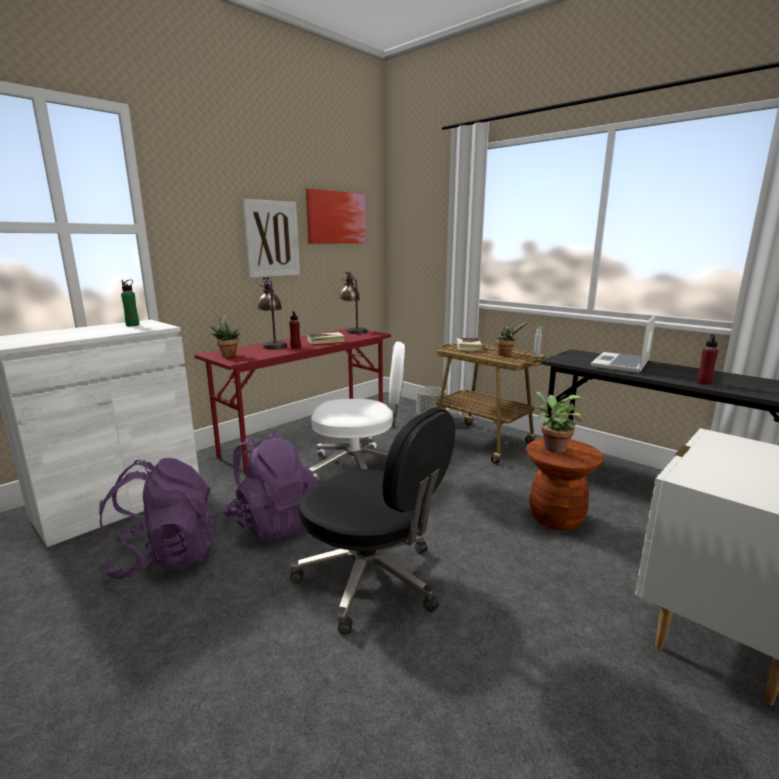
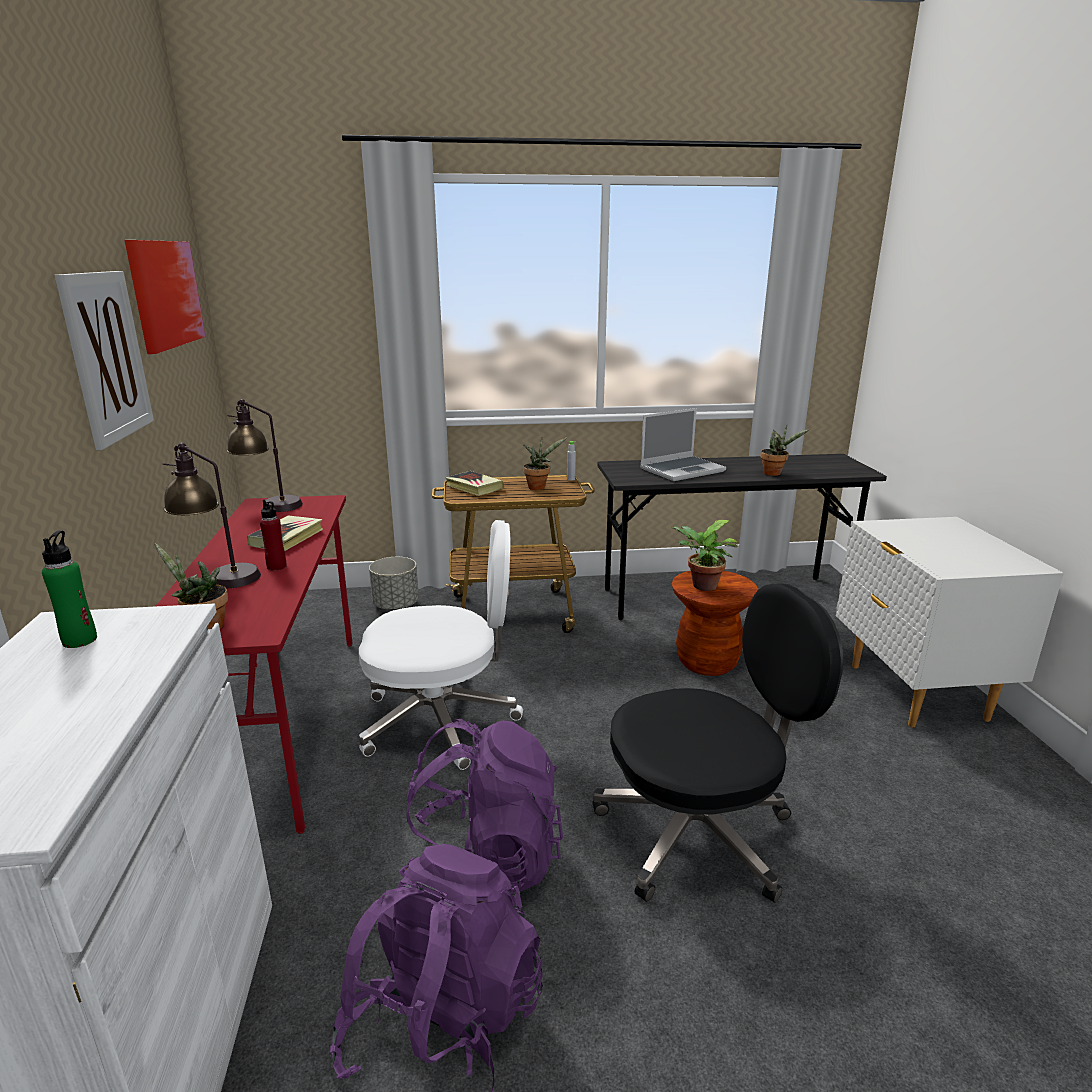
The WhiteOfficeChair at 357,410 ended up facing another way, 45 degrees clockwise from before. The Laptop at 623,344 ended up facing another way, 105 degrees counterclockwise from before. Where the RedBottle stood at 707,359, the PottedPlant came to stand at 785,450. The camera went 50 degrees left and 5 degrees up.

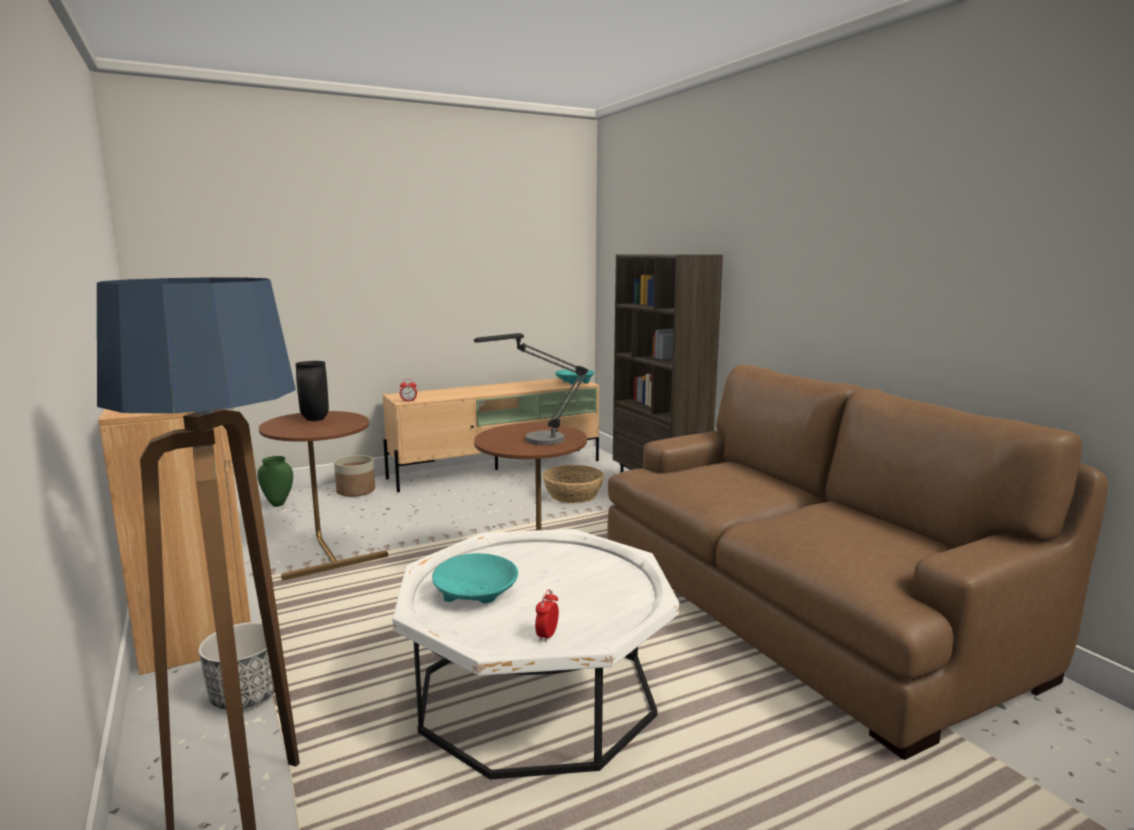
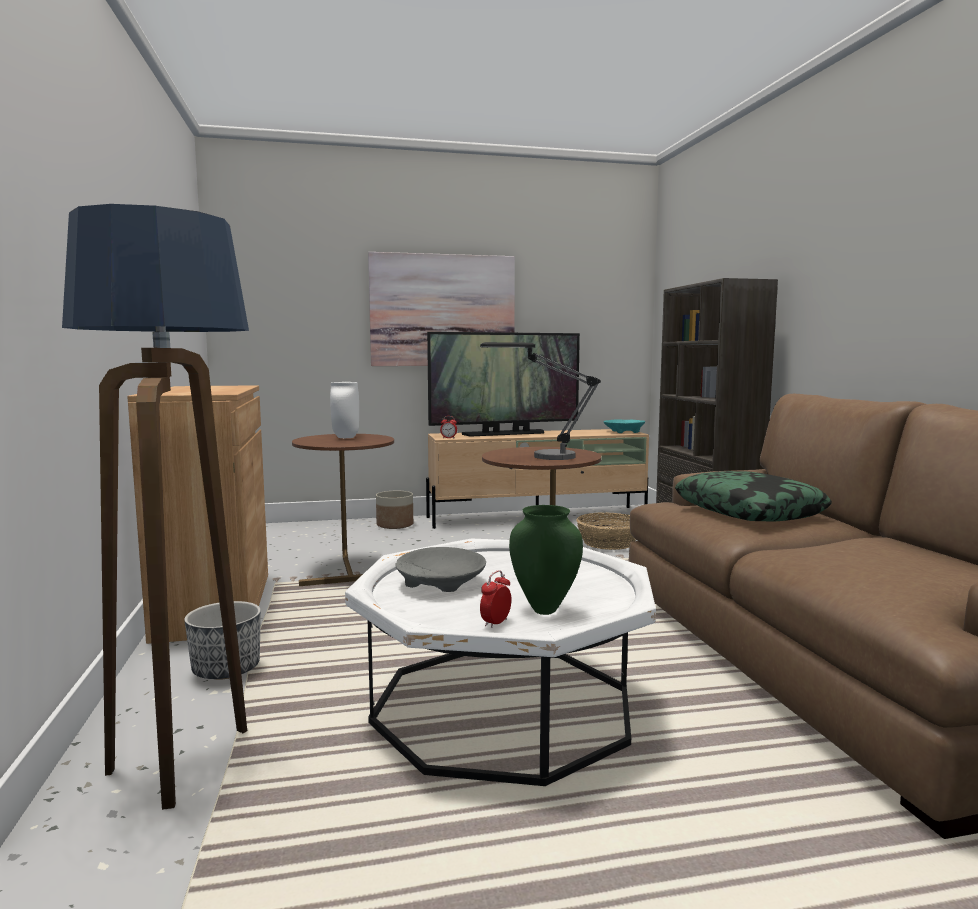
What was the BlackVase at 312,391 turned into the WhiteVase at 344,410. The second view gained the Picture at 441,309. What was the TurquoiseBowl at 475,578 turned into the GreyBowl at 440,569. The second view gained the Television at 503,384. The GreenVase ended up elsewhere, having gone from 275,481 to 546,560. The second view gained the Pillow at 753,496. The camera went 15 degrees right and 5 degrees down.

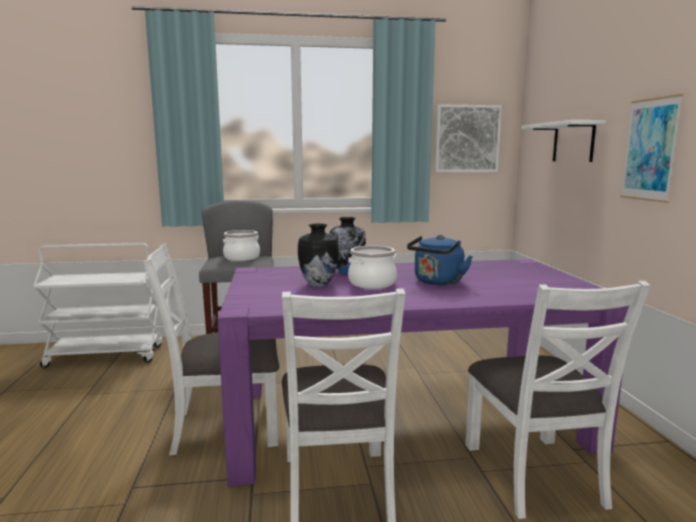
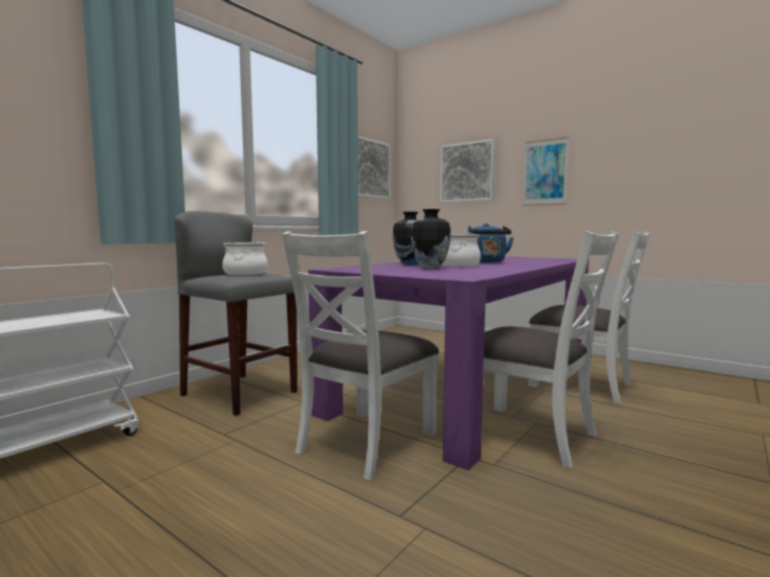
Where the WhiteShelf hung at 563,141, the Picture came to hang at 467,171. The camera went 45 degrees left and 5 degrees down.

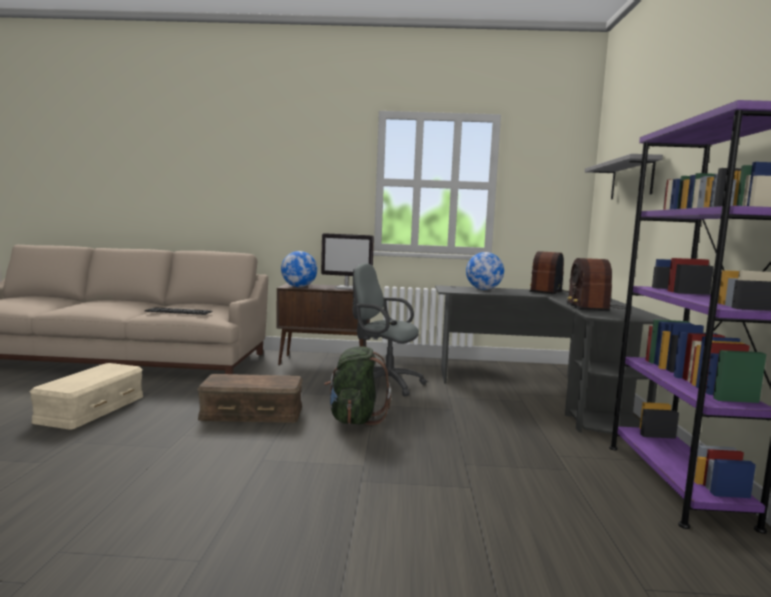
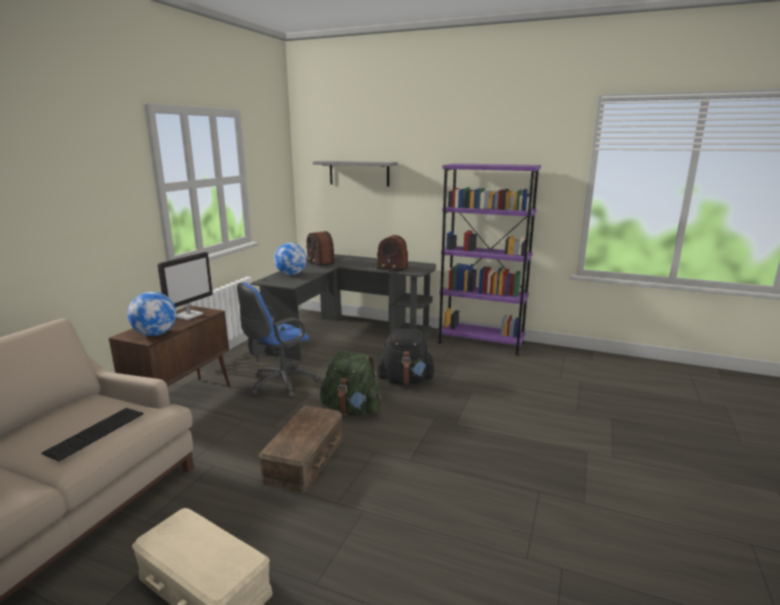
What was the GreyOfficeChair at 389,329 turned into the BlueOfficeChair at 278,340. The second view gained the BlackBackpack at 406,357. The camera went 70 degrees left and 10 degrees up.

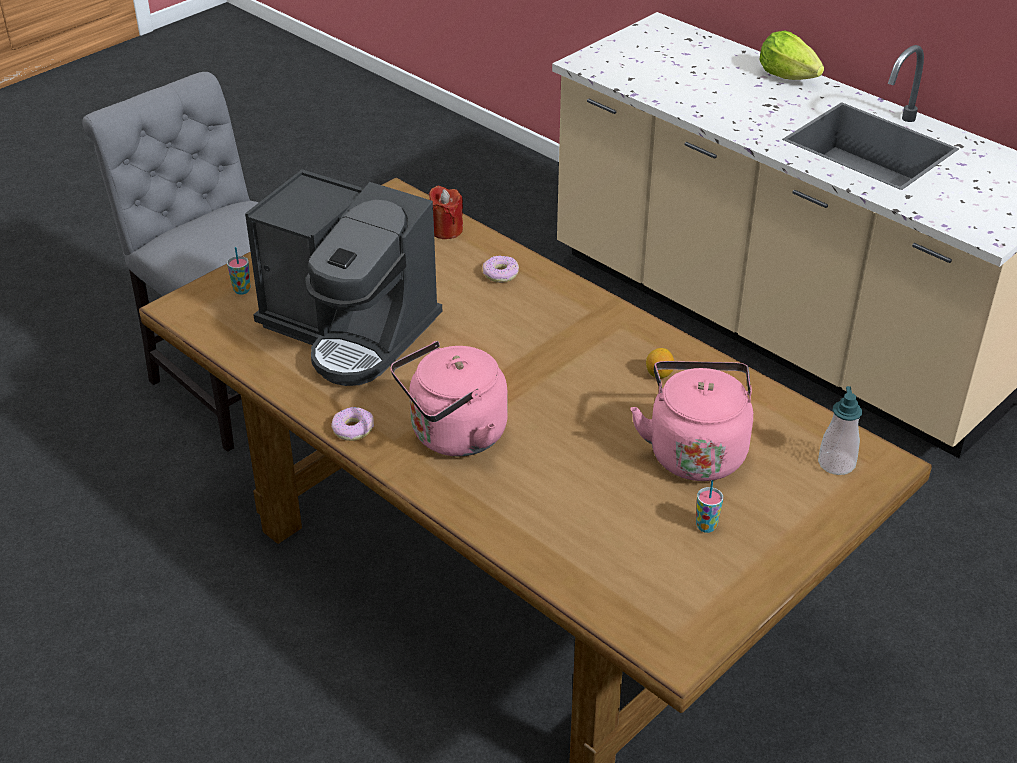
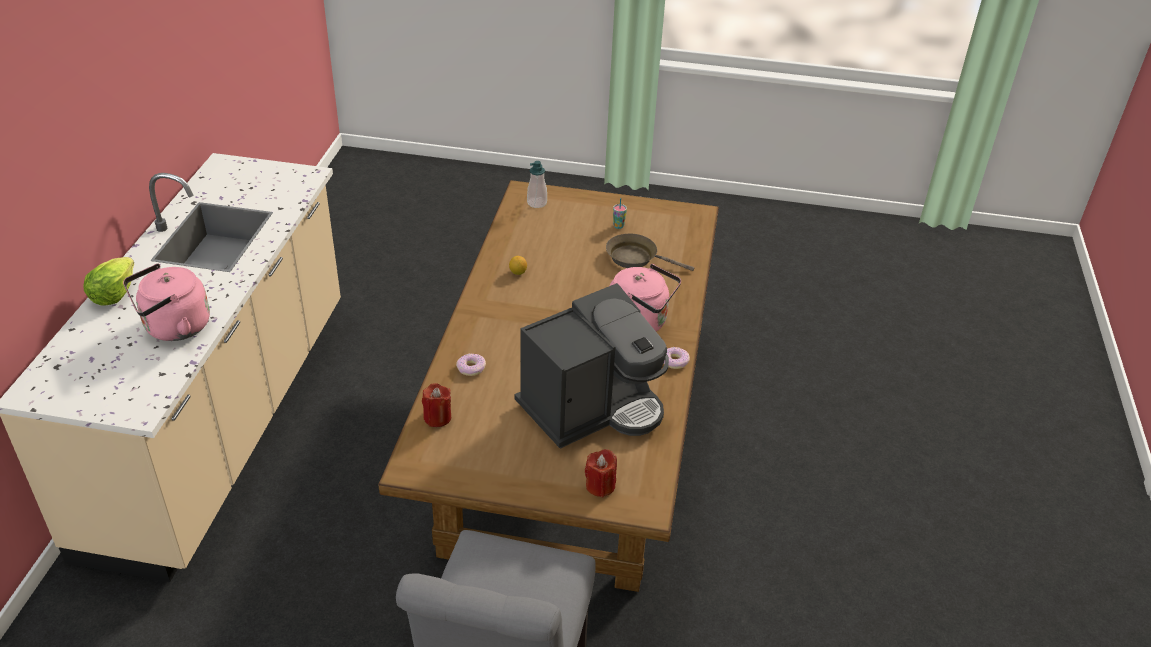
The PinkKettle ended up elsewhere, having gone from 692,421 to 166,302. The CoffeeMachine at 343,277 ended up facing another way, 60 degrees clockwise from before. Where the Cup stood at 239,271, the RedCandle came to stand at 601,473. The second view gained the BrownFryingPan at 650,252. The camera went 125 degrees left and 0 degrees up.

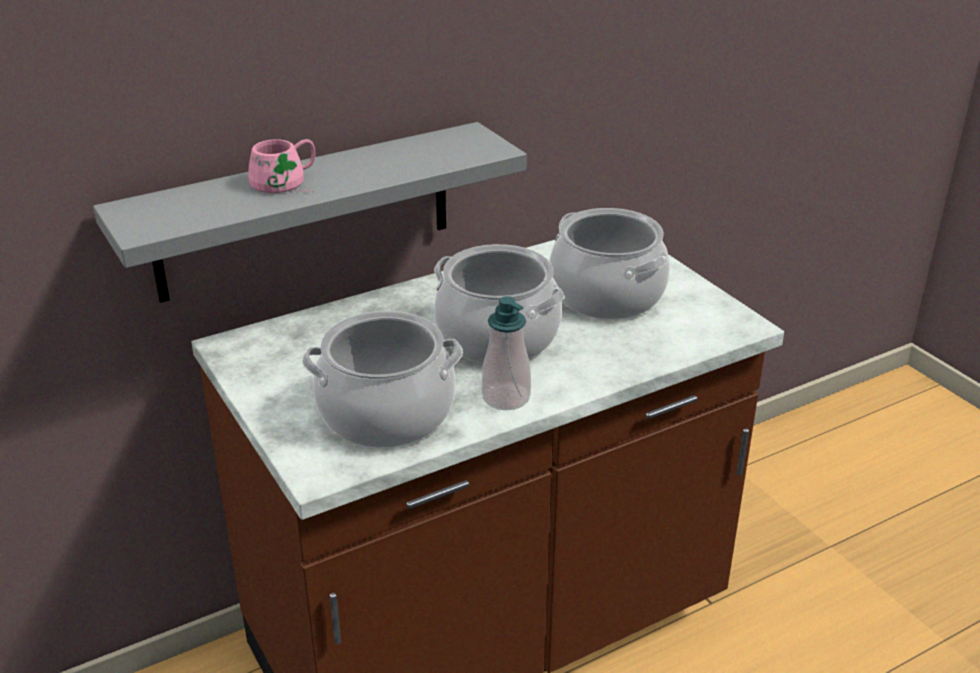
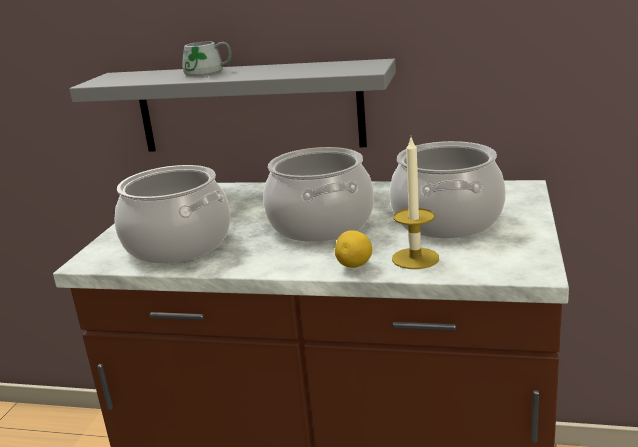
What was the PinkMug at 281,166 turned into the GreyMug at 207,59. The second view gained the Lemon at 353,249. The second view gained the Candle at 415,203. The second view lost the SoapDispenser at 506,353. The camera went 45 degrees right and 10 degrees down.

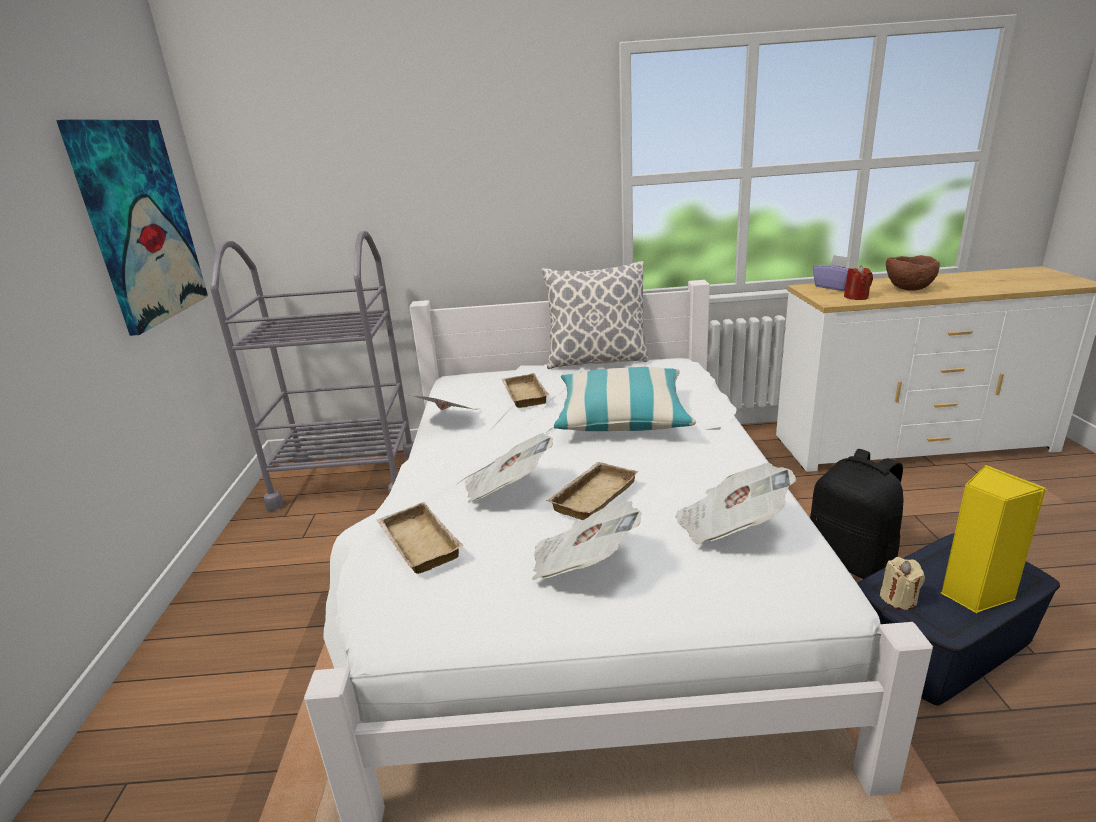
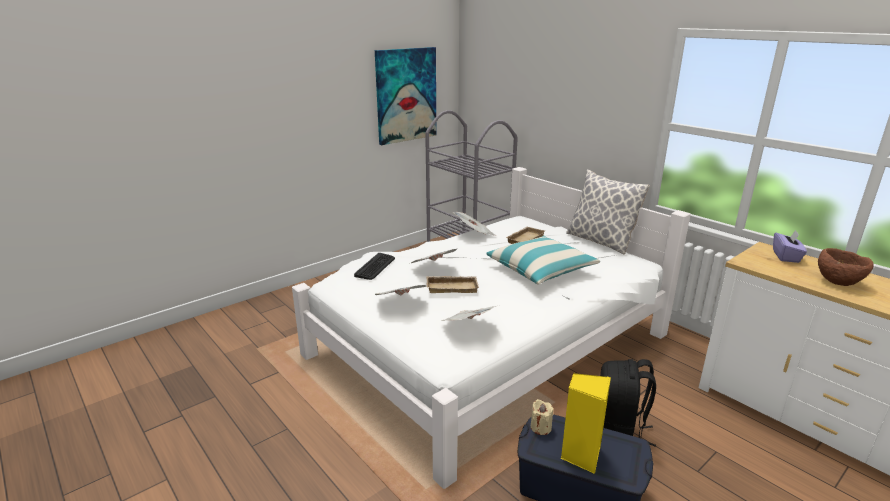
Where the BeigeTray stood at 419,538, the Keyboard came to stand at 374,266. The second view lost the RedCandle at 858,282. The camera went 50 degrees right and 0 degrees up.

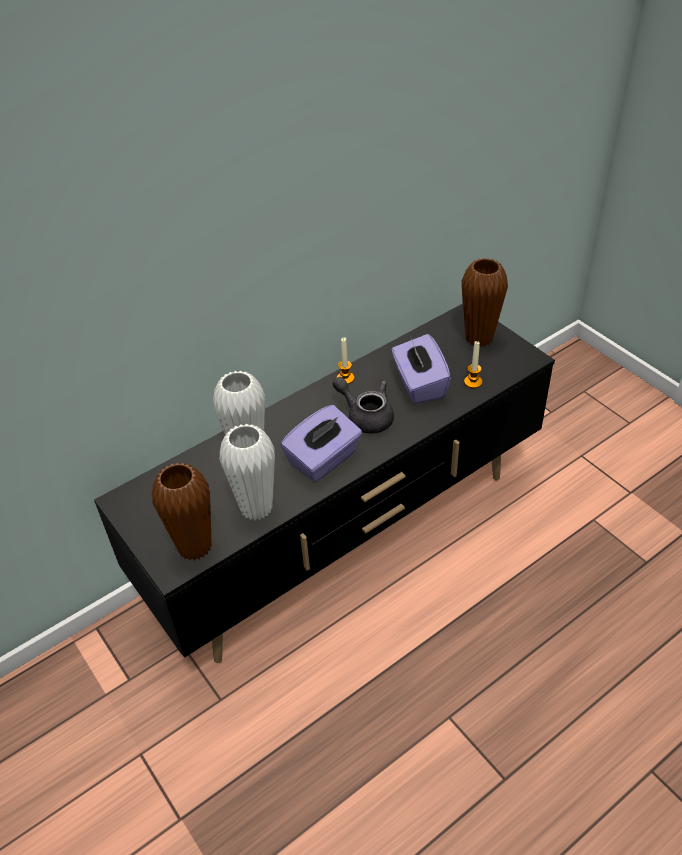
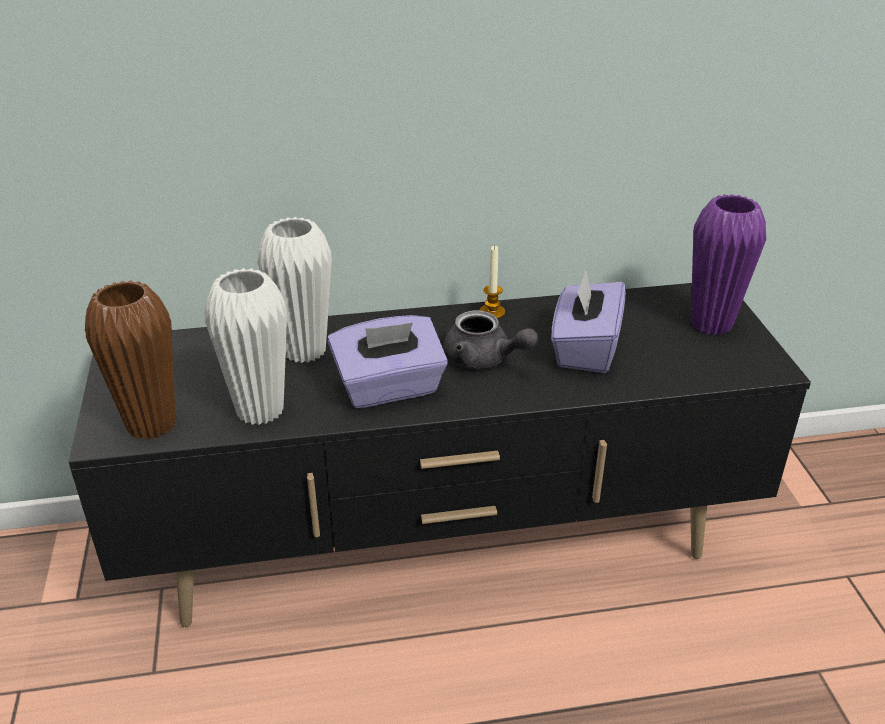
The GreyTeapot at 363,405 ended up facing another way, 150 degrees clockwise from before. What was the BrownVase at 485,302 turned into the PurpleVase at 728,264. The second view lost the Candle at 473,364. The camera went 25 degrees right and 10 degrees down.

